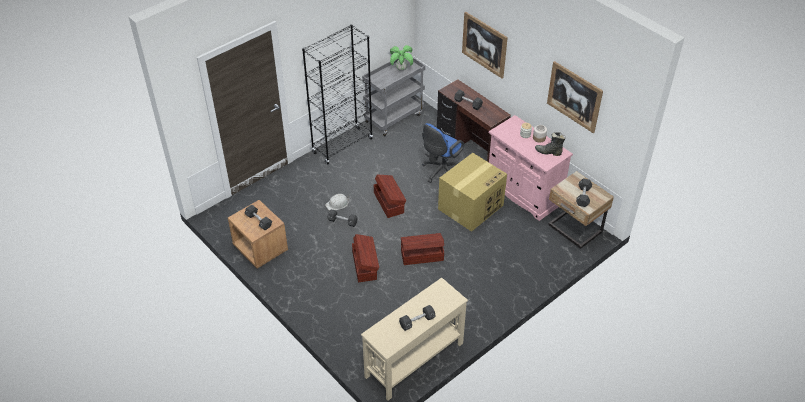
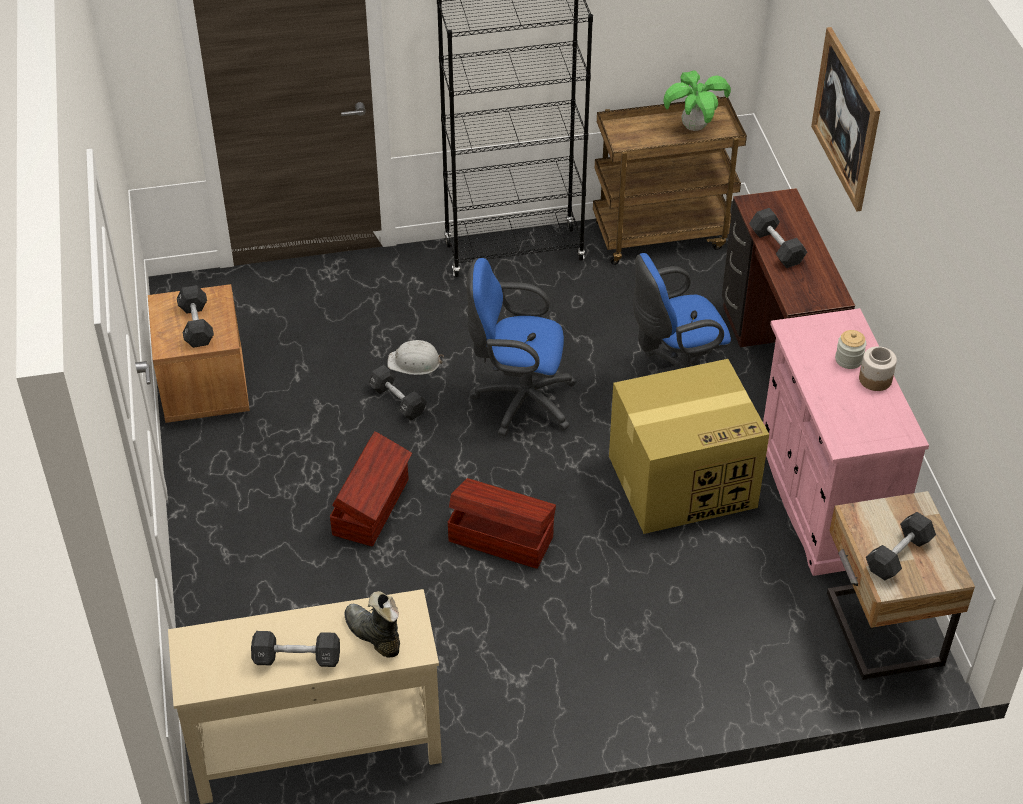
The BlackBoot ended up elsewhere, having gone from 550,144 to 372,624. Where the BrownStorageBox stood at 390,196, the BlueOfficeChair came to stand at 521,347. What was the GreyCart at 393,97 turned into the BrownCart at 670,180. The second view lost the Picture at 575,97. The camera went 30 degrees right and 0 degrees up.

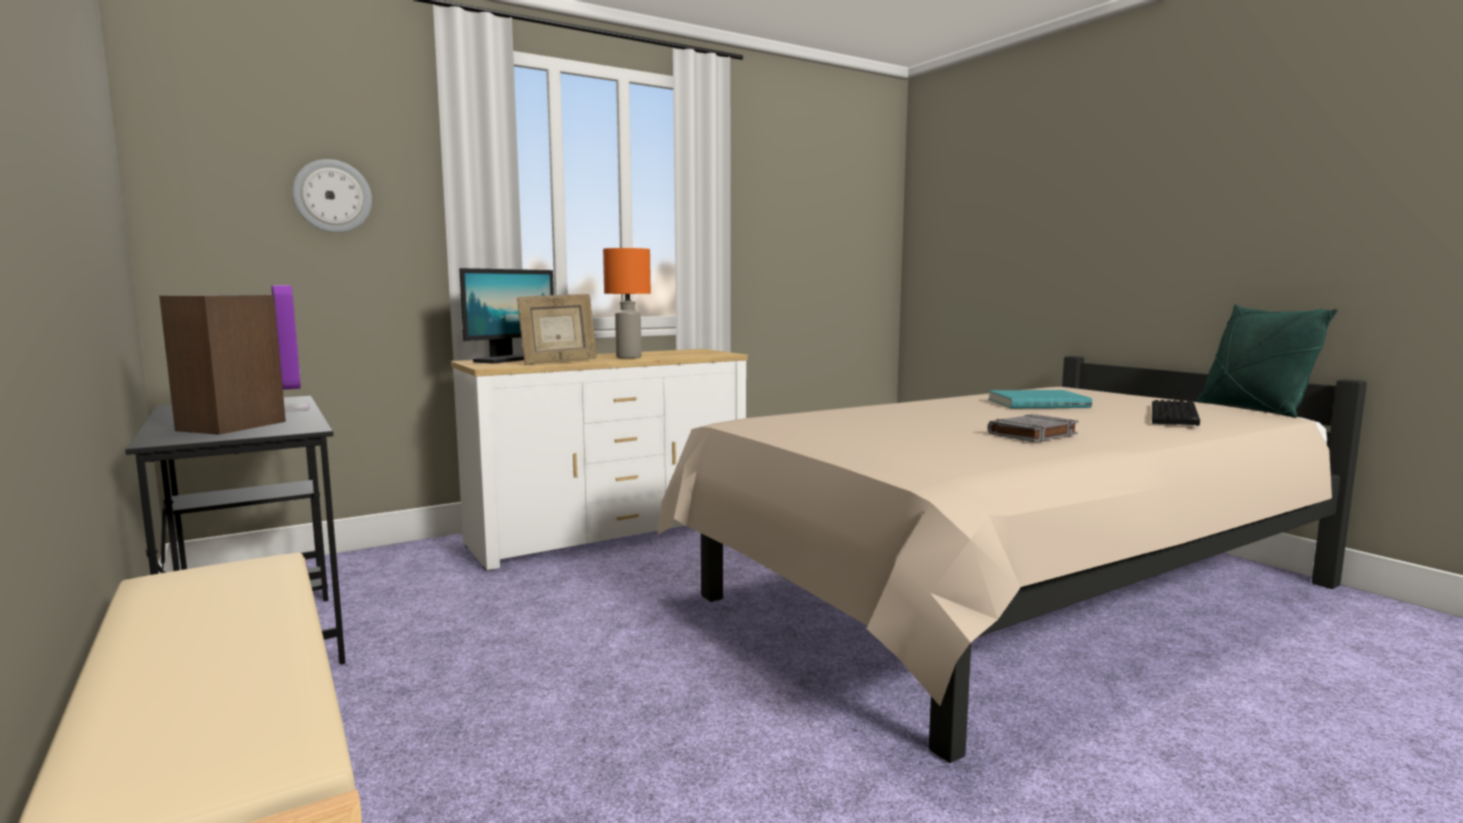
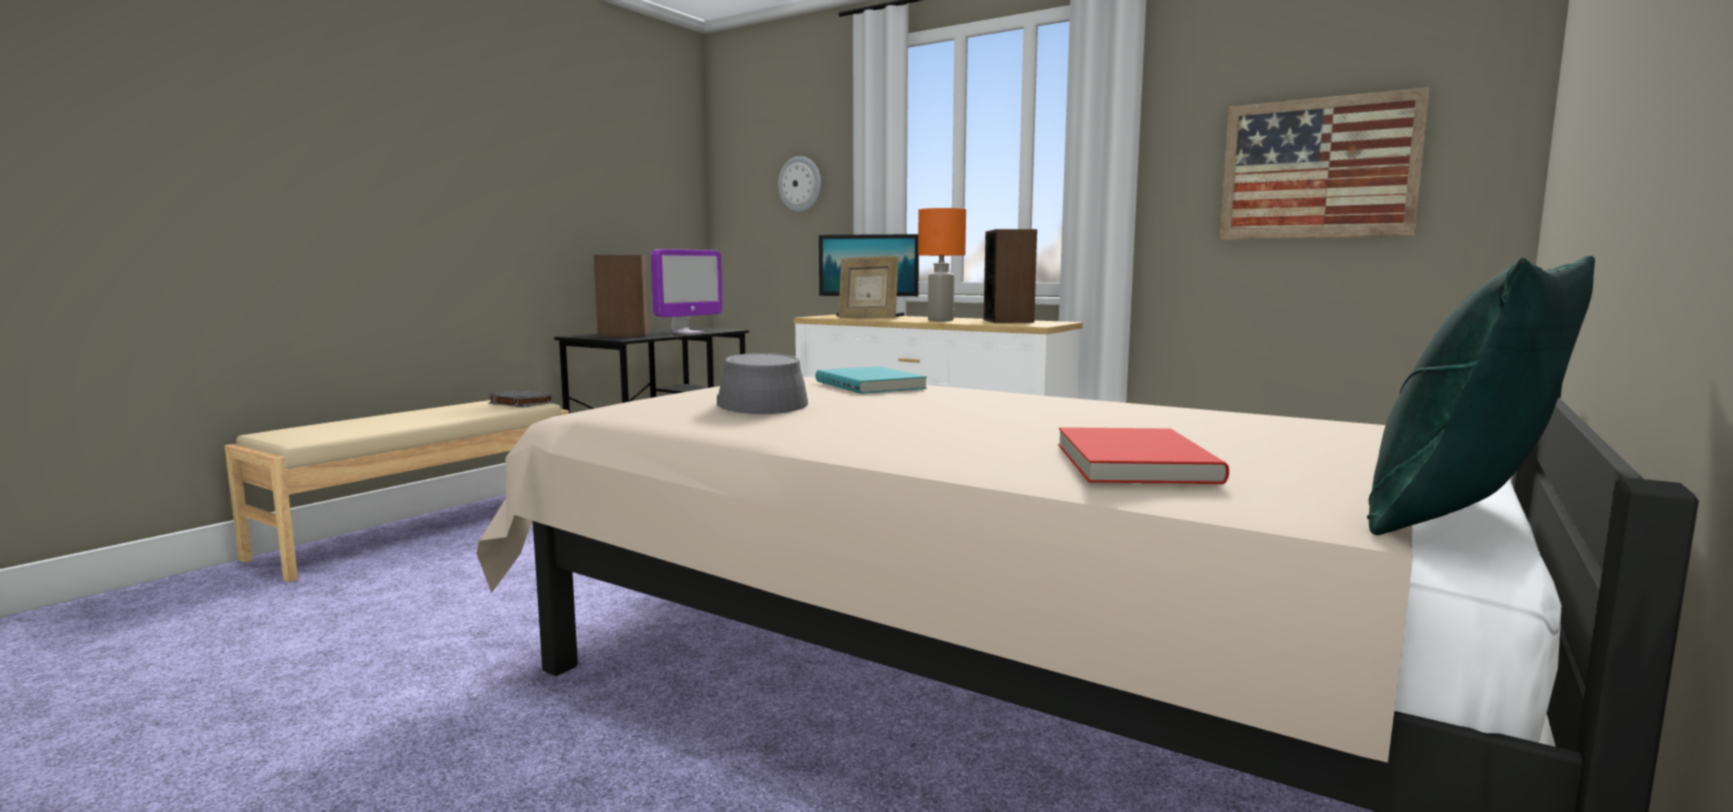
The GreyBook ended up elsewhere, having gone from 1033,428 to 521,399. The second view gained the GreyHat at 762,383. The TurquoiseBook ended up elsewhere, having gone from 1040,399 to 871,380. The second view gained the Speaker at 1010,276. Where the Keyboard stood at 1176,413, the RedBook came to stand at 1143,455. The second view gained the Picture at 1325,163. The camera went 65 degrees right and 0 degrees up.

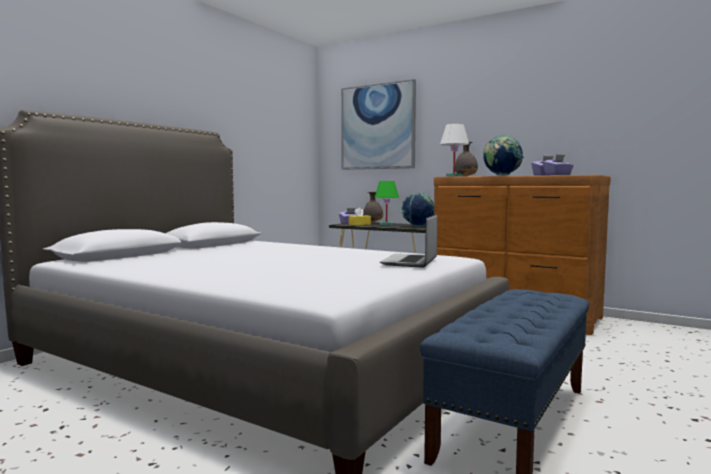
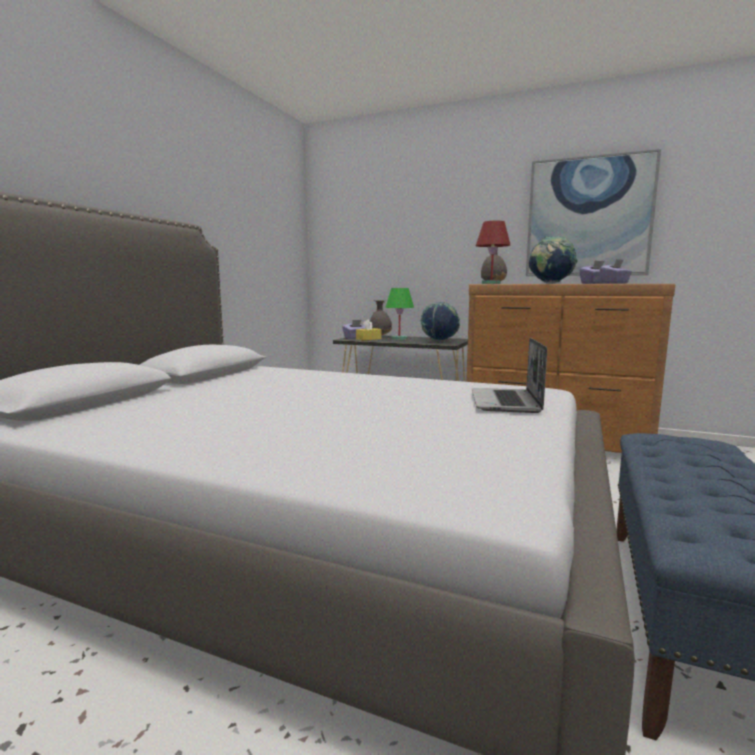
What was the WhiteTableLamp at 454,150 turned into the RedTableLamp at 493,252. The Picture ended up elsewhere, having gone from 378,124 to 593,212. The camera went 10 degrees left and 5 degrees up.

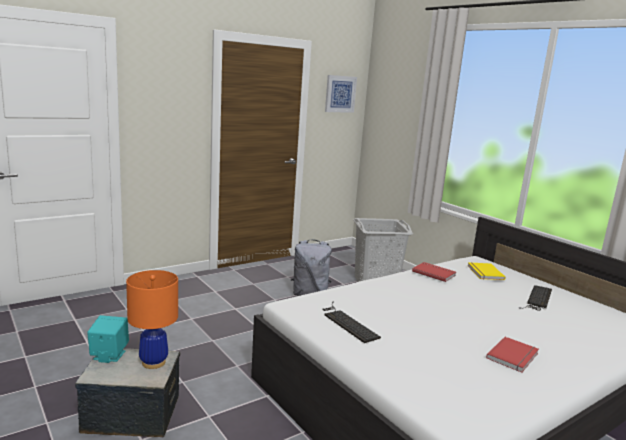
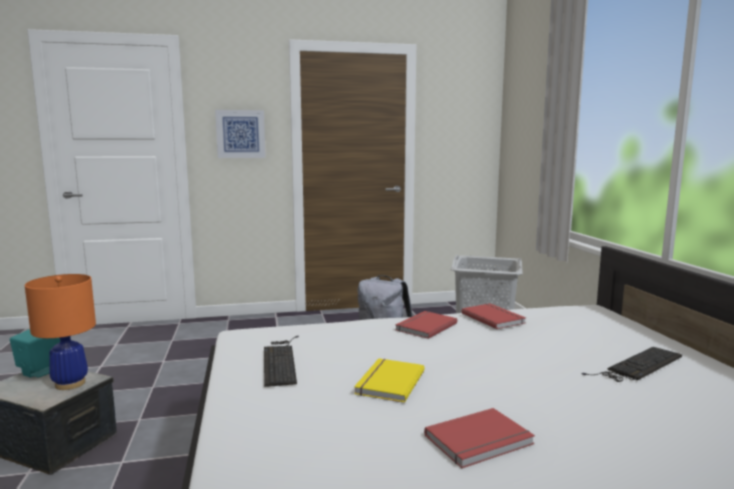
The Picture ended up elsewhere, having gone from 341,94 to 240,134. The YellowBook ended up elsewhere, having gone from 487,271 to 389,380. The second view gained the RedBook at 426,325. The camera went 25 degrees right and 5 degrees down.

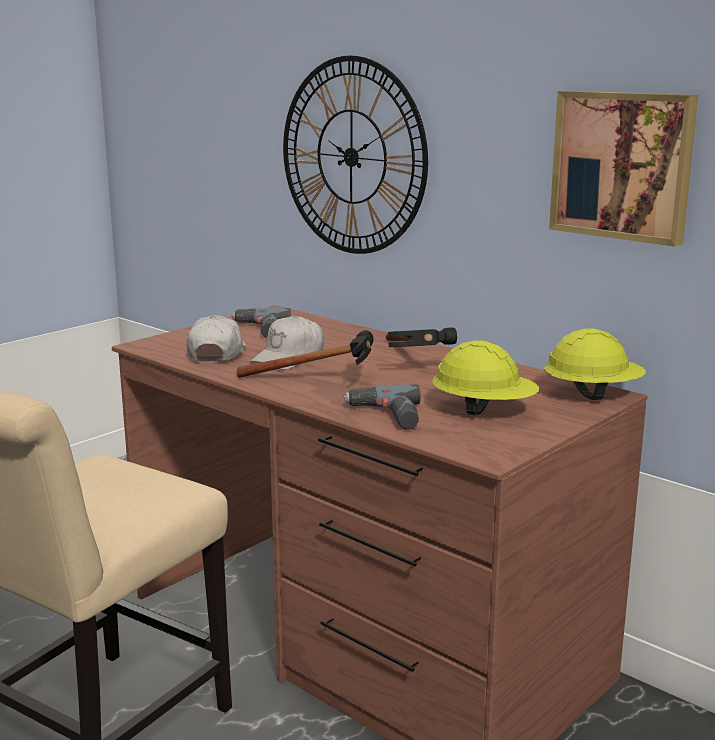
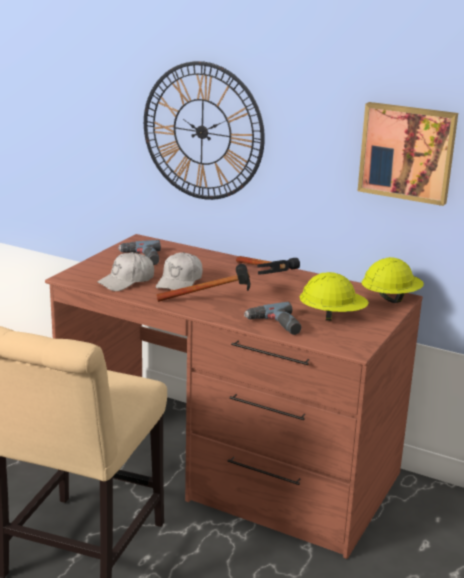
The WhiteCap at 216,338 ended up facing another way, 120 degrees counterclockwise from before. The camera went 15 degrees left and 5 degrees up.

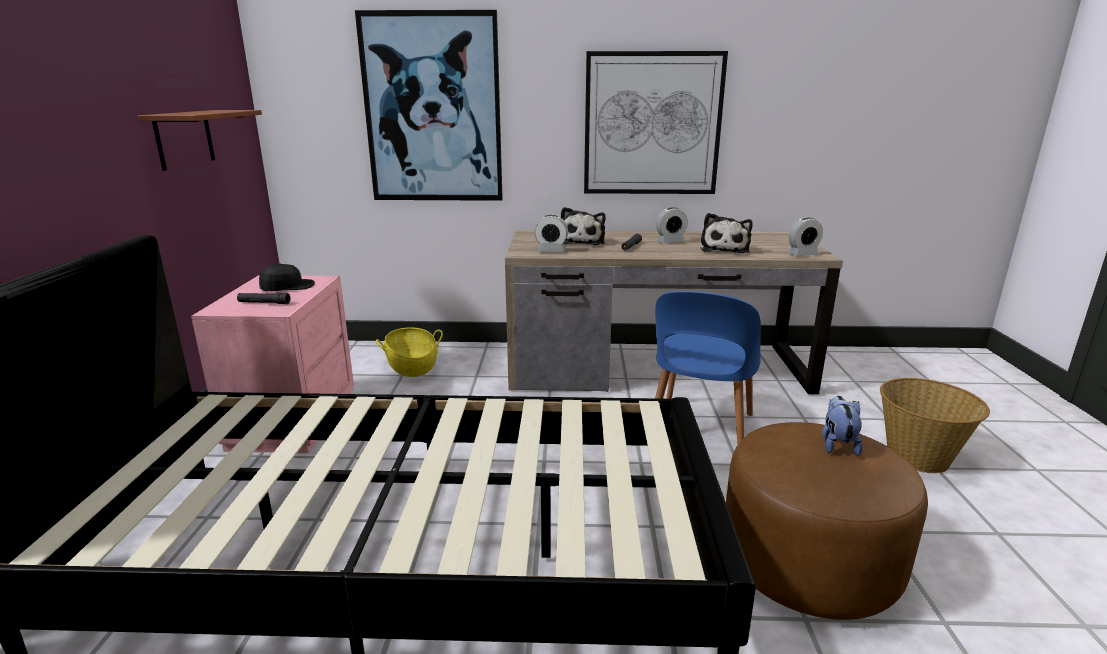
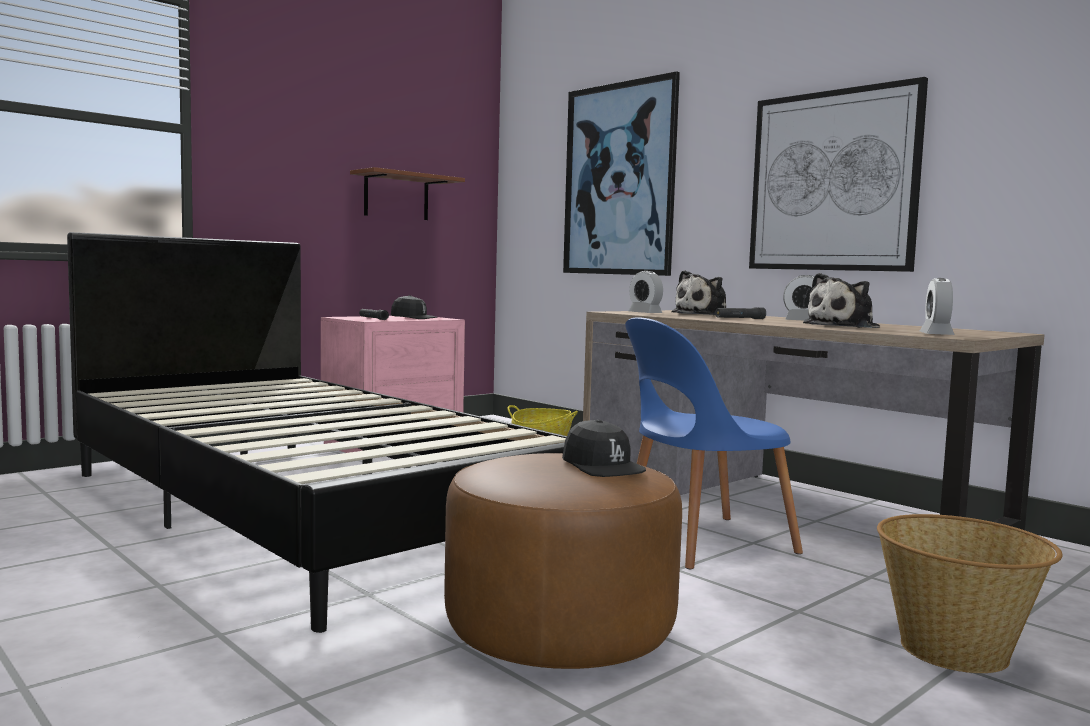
Where the PlushToy stood at 842,426, the BlackCap came to stand at 604,448. The AlarmClock at 805,237 ended up facing another way, 75 degrees clockwise from before. The camera went 45 degrees right and 15 degrees down.

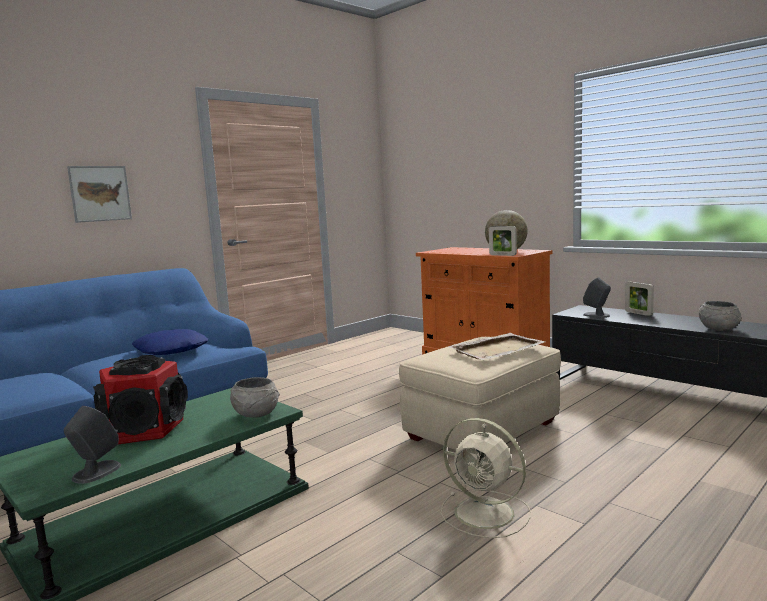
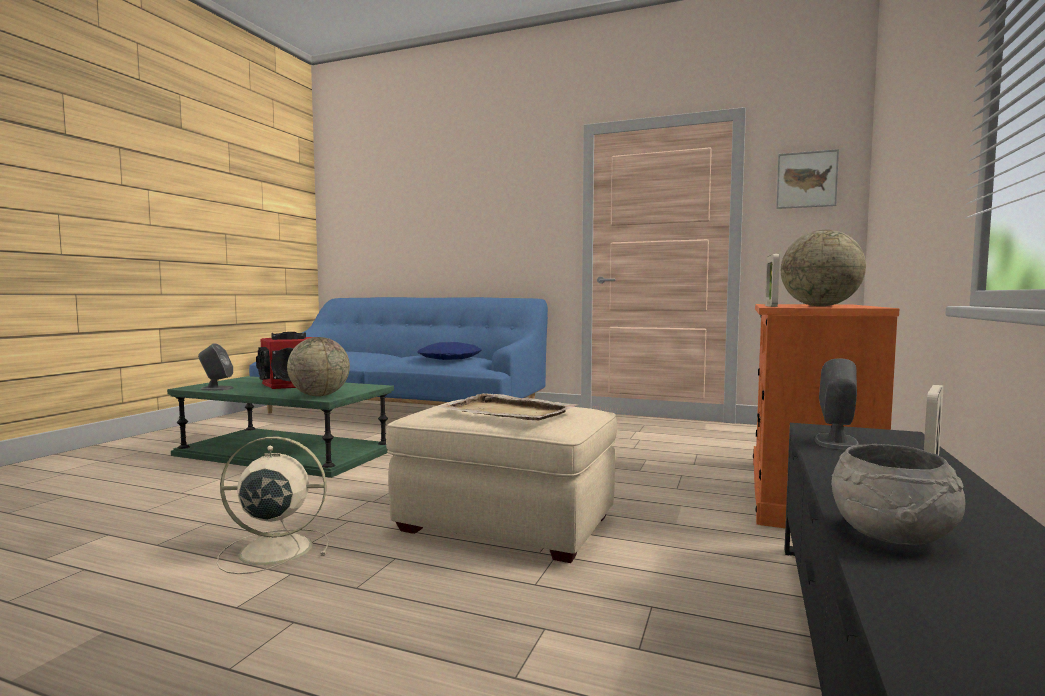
The BeigeFan at 486,478 ended up facing another way, 75 degrees clockwise from before. Where the GreyBowl stood at 255,397, the Globe came to stand at 318,366. The Picture ended up elsewhere, having gone from 99,194 to 807,179. The camera went 65 degrees right and 5 degrees down.

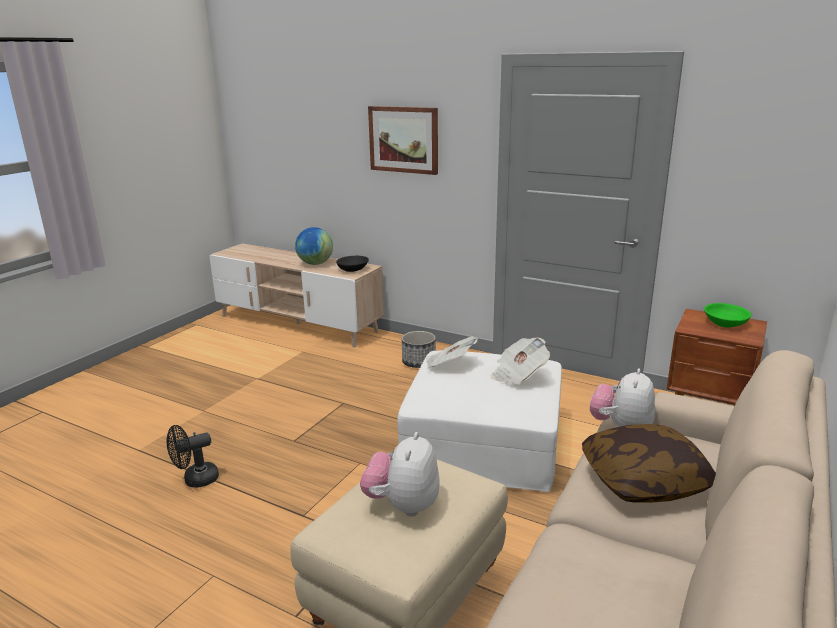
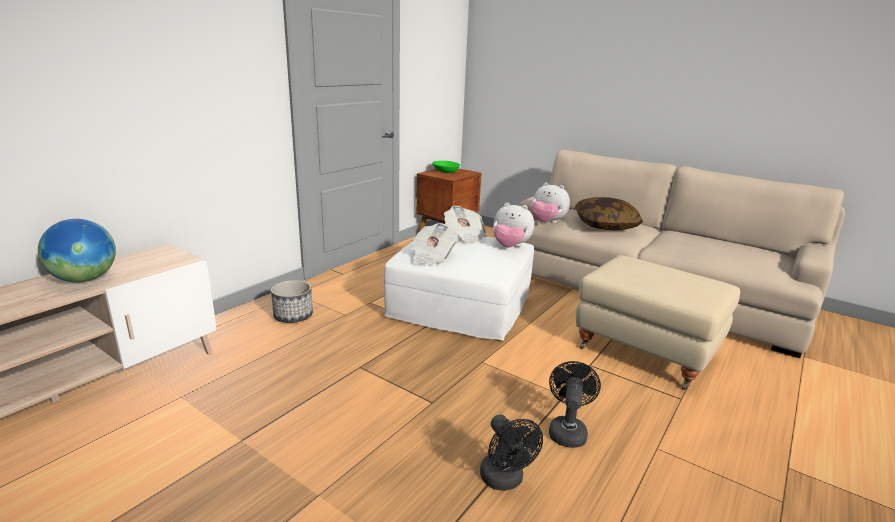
The PlushToy ended up elsewhere, having gone from 400,474 to 513,225. The second view gained the BlackFan at 575,404. The second view lost the BlackBowl at 352,264. The second view lost the Picture at 403,140. The camera went 85 degrees left and 0 degrees up.

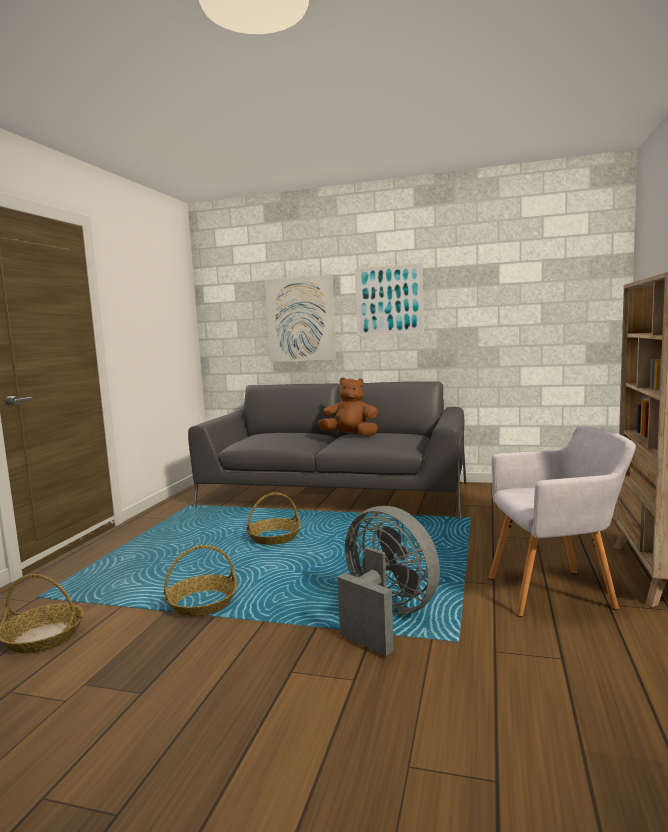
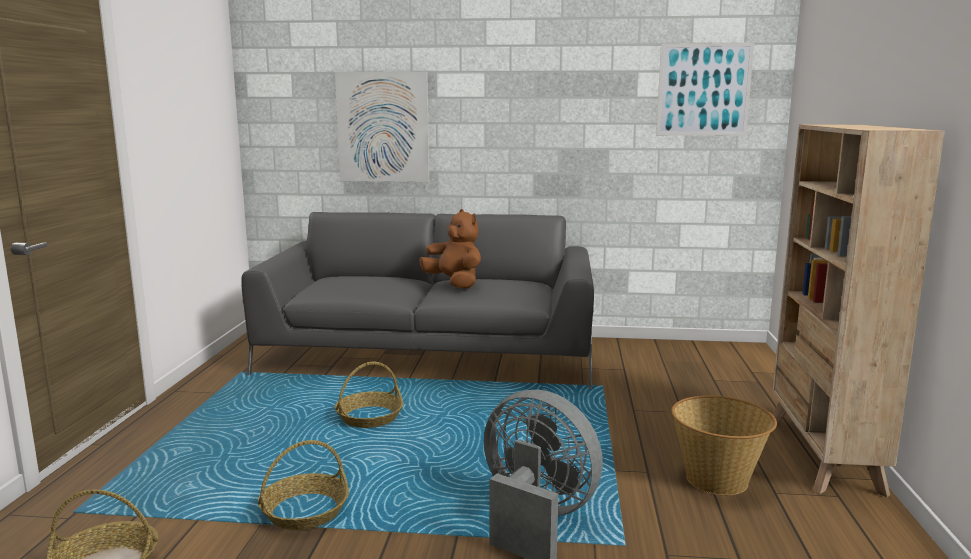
The BrownPlushToy at 347,406 ended up facing another way, 45 degrees clockwise from before. The Picture ended up elsewhere, having gone from 389,299 to 705,89. Where the GreyArmchair stood at 562,521, the Basket came to stand at 724,445. The camera went 10 degrees left and 5 degrees up.

